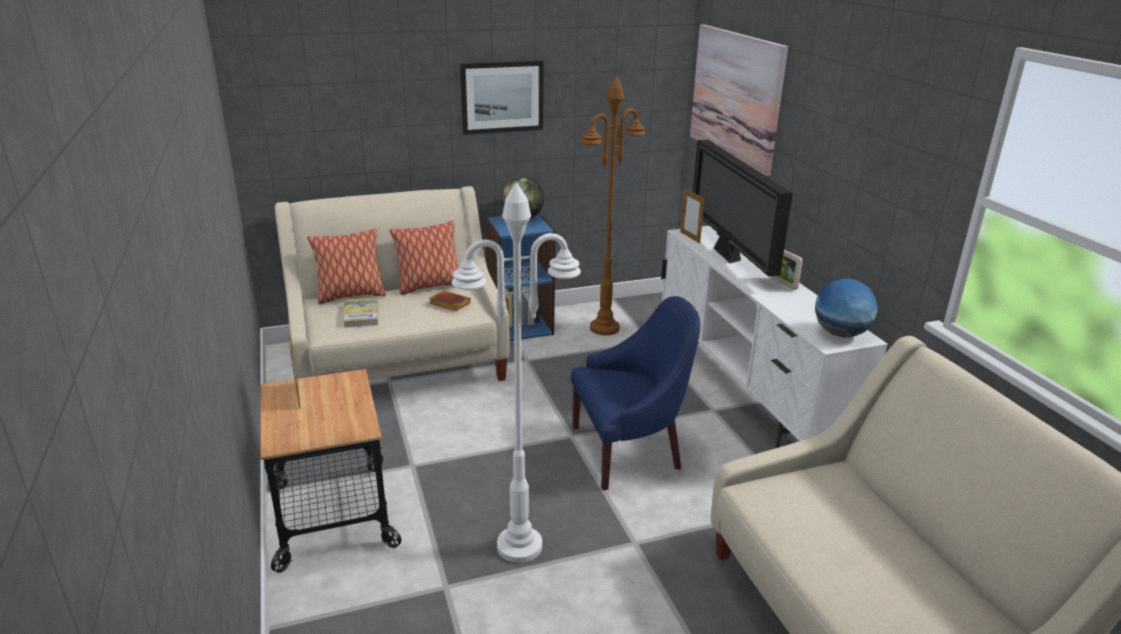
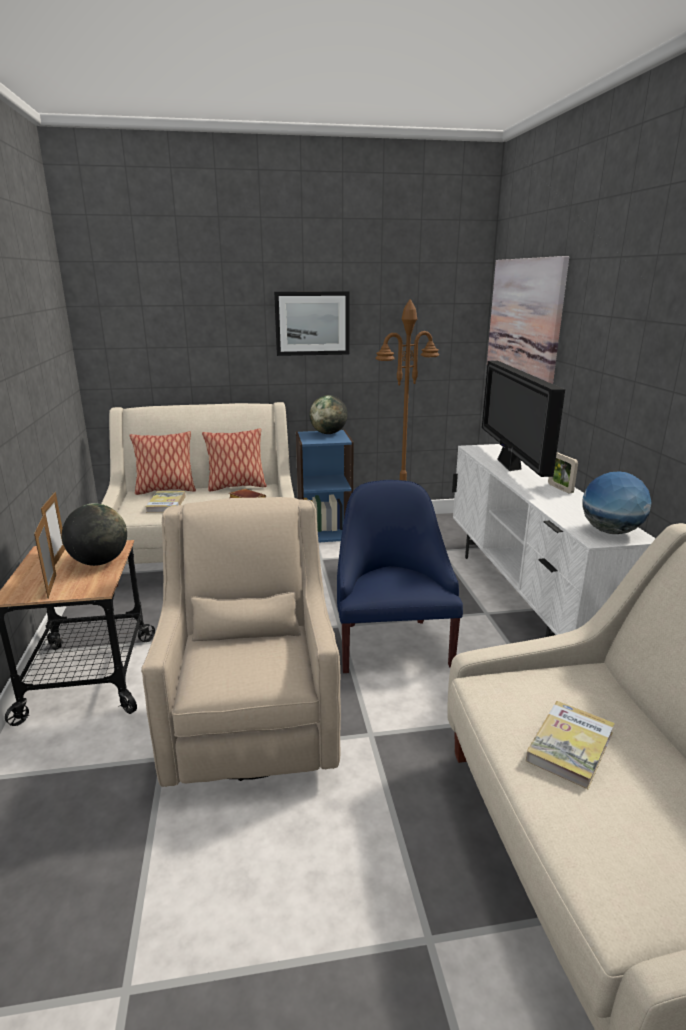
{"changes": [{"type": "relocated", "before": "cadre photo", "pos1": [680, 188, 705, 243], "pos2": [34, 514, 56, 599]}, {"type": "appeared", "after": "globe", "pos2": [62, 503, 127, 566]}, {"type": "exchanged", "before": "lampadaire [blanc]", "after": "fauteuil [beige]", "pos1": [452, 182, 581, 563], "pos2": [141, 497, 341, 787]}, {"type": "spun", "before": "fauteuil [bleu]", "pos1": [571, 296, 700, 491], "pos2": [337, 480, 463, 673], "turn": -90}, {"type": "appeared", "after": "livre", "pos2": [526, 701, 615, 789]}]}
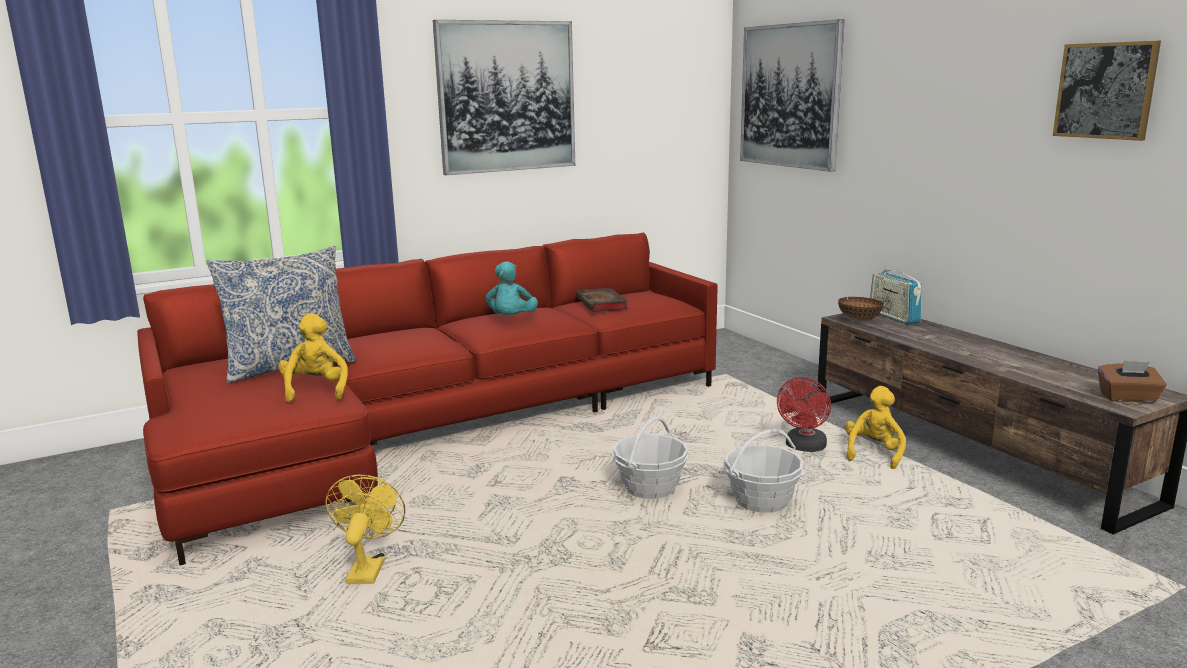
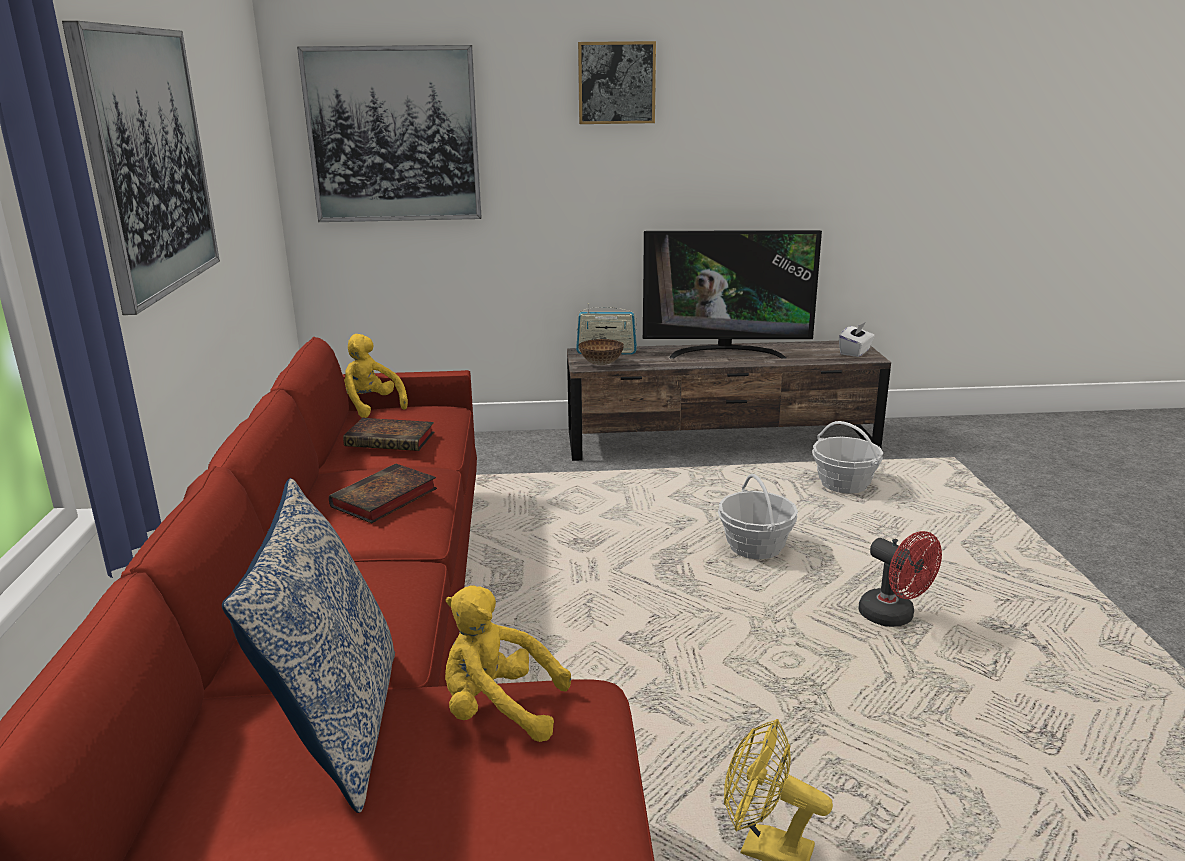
{"changes": [{"type": "exchanged", "before": "peluche [turquoise]", "after": "livre", "pos1": [486, 261, 538, 315], "pos2": [329, 464, 437, 523]}, {"type": "relocated", "before": "peluche [jaune]", "pos1": [845, 386, 906, 469], "pos2": [344, 334, 408, 418]}, {"type": "relocated", "before": "tableau", "pos1": [1053, 41, 1161, 141], "pos2": [578, 41, 656, 124]}, {"type": "appeared", "after": "téléviseur", "pos2": [643, 230, 822, 359]}, {"type": "relocated", "before": "panier", "pos1": [612, 417, 688, 499], "pos2": [812, 421, 883, 494]}, {"type": "colour", "before": "boîte à mouchoirs [marron]", "after": "boîte à mouchoirs [blanc]", "pos1": [1098, 360, 1166, 403], "pos2": [839, 322, 875, 357]}, {"type": "relocated", "before": "ventilateur [rouge]", "pos1": [777, 377, 831, 452], "pos2": [859, 531, 942, 627]}]}
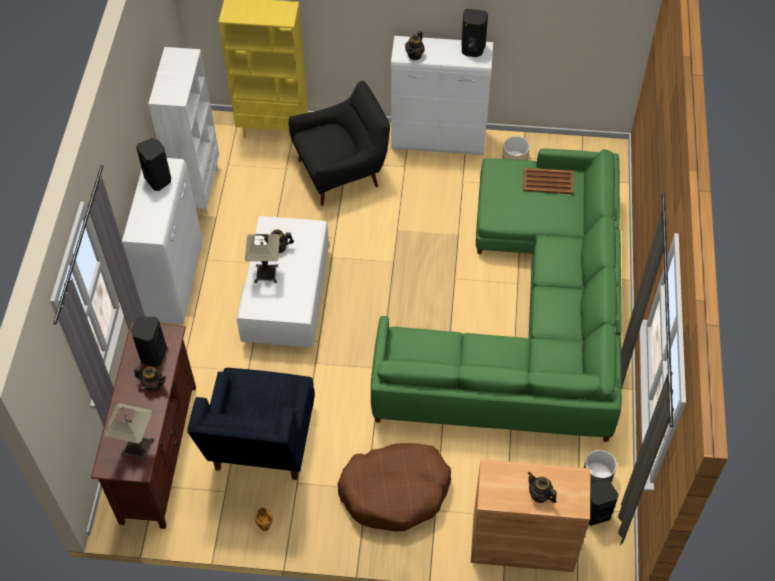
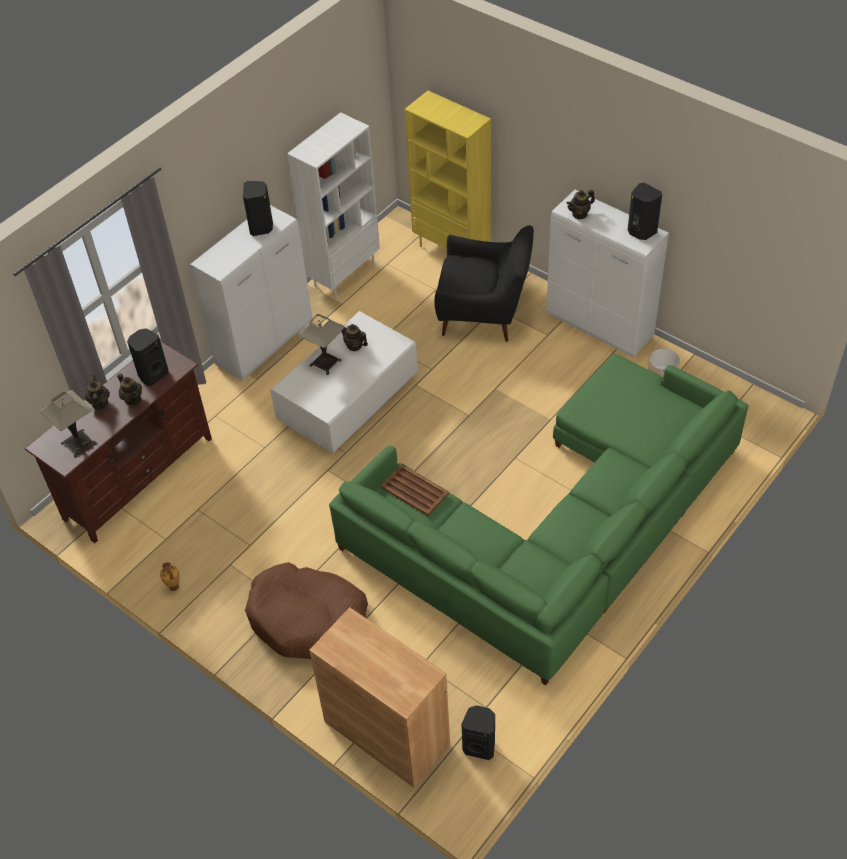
{"changes": [{"type": "relocated", "before": "théière", "pos1": [528, 472, 557, 503], "pos2": [85, 375, 110, 410]}, {"type": "relocated", "before": "plateau [marron]", "pos1": [523, 168, 574, 194], "pos2": [381, 464, 449, 516]}, {"type": "missing", "before": "fauteuil [bleu]", "pos1": [188, 368, 315, 480]}, {"type": "missing", "before": "cache-pot [gris]", "pos1": [584, 450, 617, 486]}]}
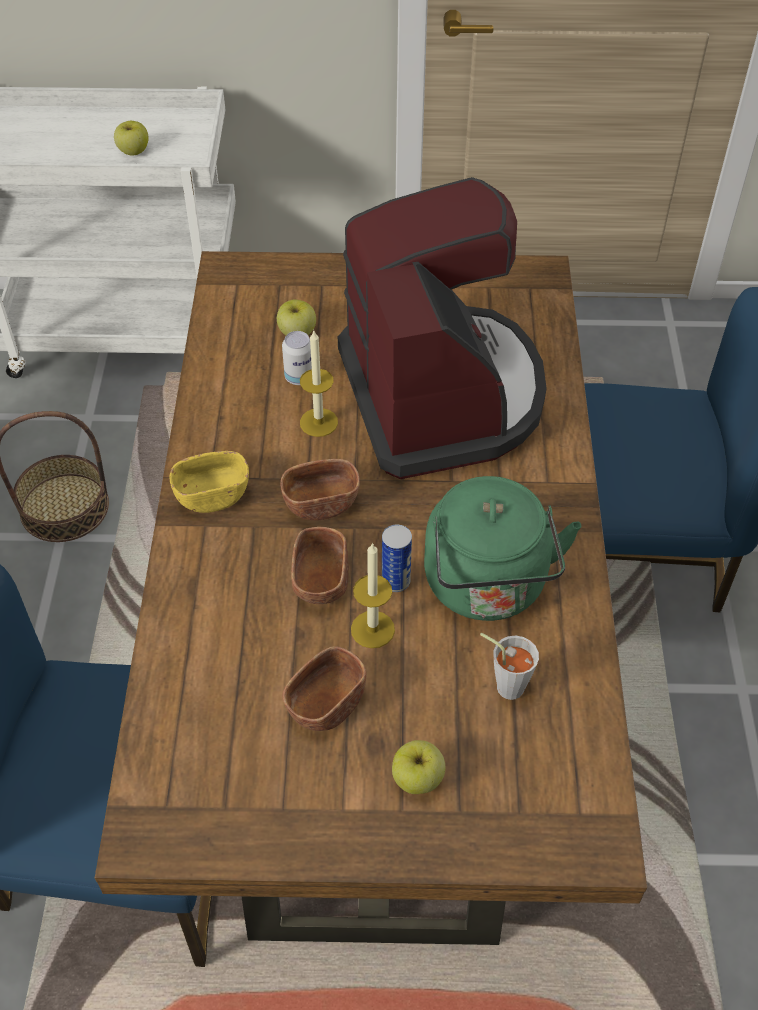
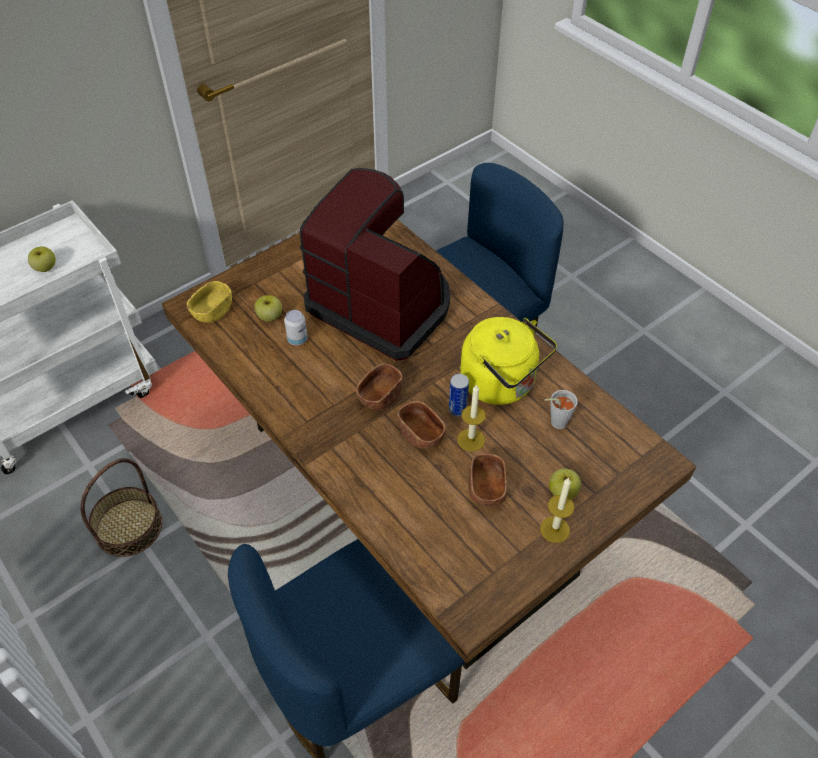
{"changes": [{"type": "relocated", "before": "bol [jaune]", "pos1": [169, 451, 249, 513], "pos2": [187, 281, 232, 323]}, {"type": "colour", "before": "bouilloire [vert]", "after": "bouilloire [jaune]", "pos1": [424, 476, 581, 621], "pos2": [460, 317, 557, 405]}, {"type": "relocated", "before": "bougie", "pos1": [300, 331, 338, 437], "pos2": [540, 477, 574, 543]}]}
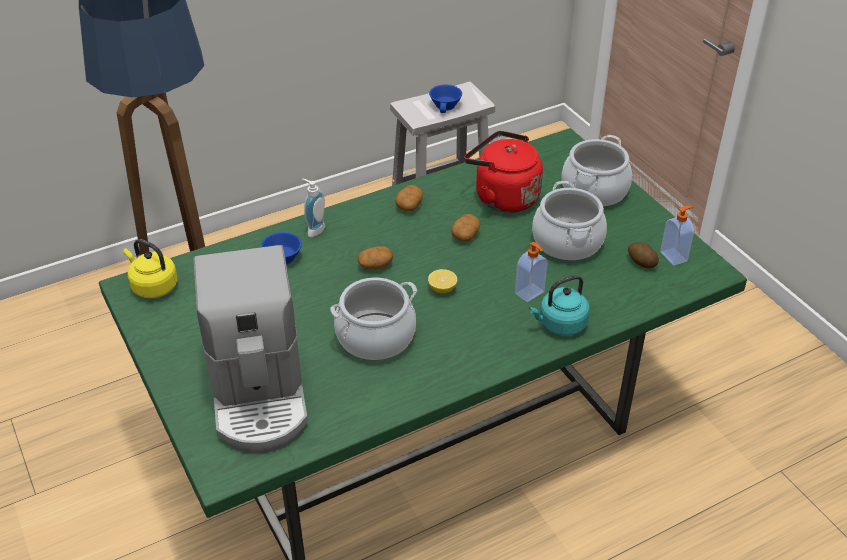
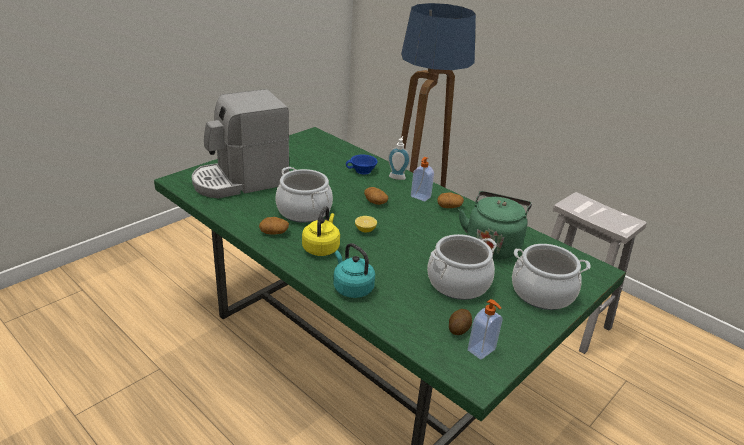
{"changes": [{"type": "relocated", "before": "pomme de terre", "pos1": [451, 214, 480, 242], "pos2": [259, 217, 289, 235]}, {"type": "relocated", "before": "bouilloire [jaune]", "pos1": [124, 239, 177, 298], "pos2": [302, 206, 340, 256]}, {"type": "relocated", "before": "distributeur de savon", "pos1": [515, 242, 548, 302], "pos2": [411, 157, 434, 202]}, {"type": "colour", "before": "bouilloire [rouge]", "after": "bouilloire [vert]", "pos1": [464, 131, 543, 213], "pos2": [458, 191, 532, 259]}, {"type": "missing", "before": "tasse [bleu]", "pos1": [429, 85, 462, 113]}]}
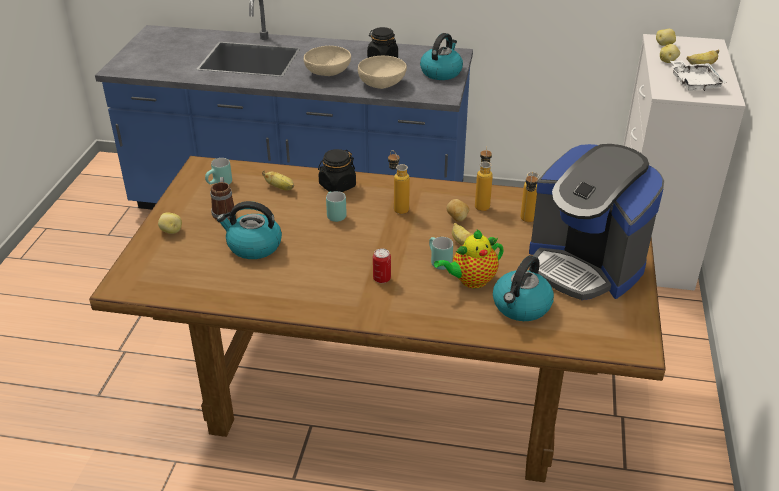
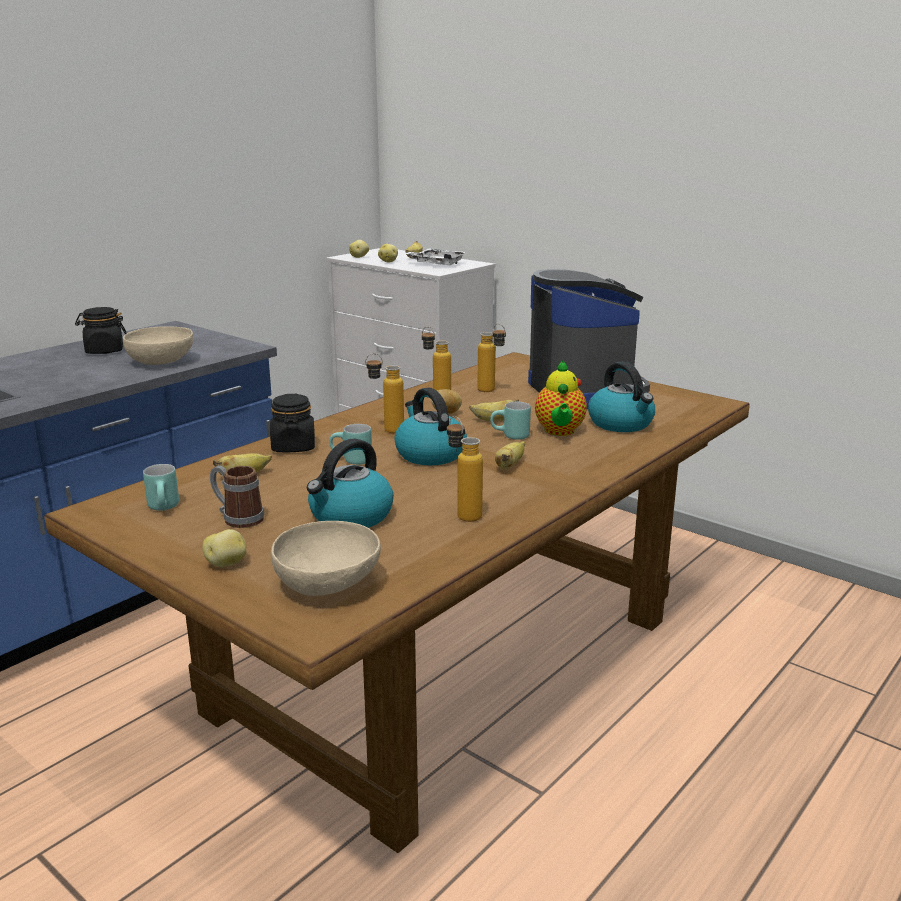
{"changes": [{"type": "relocated", "before": "bol [beige]", "pos1": [304, 46, 351, 76], "pos2": [271, 521, 381, 596]}, {"type": "relocated", "before": "bouilloire", "pos1": [420, 33, 463, 80], "pos2": [394, 388, 467, 465]}, {"type": "appeared", "after": "bouteille", "pos2": [447, 416, 483, 522]}, {"type": "exchanged", "before": "boîte métallique", "after": "banane", "pos1": [373, 248, 391, 283], "pos2": [495, 441, 525, 469]}, {"type": "spun", "before": "machine à café", "pos1": [529, 144, 664, 300], "pos2": [528, 269, 650, 409], "turn": -90}]}
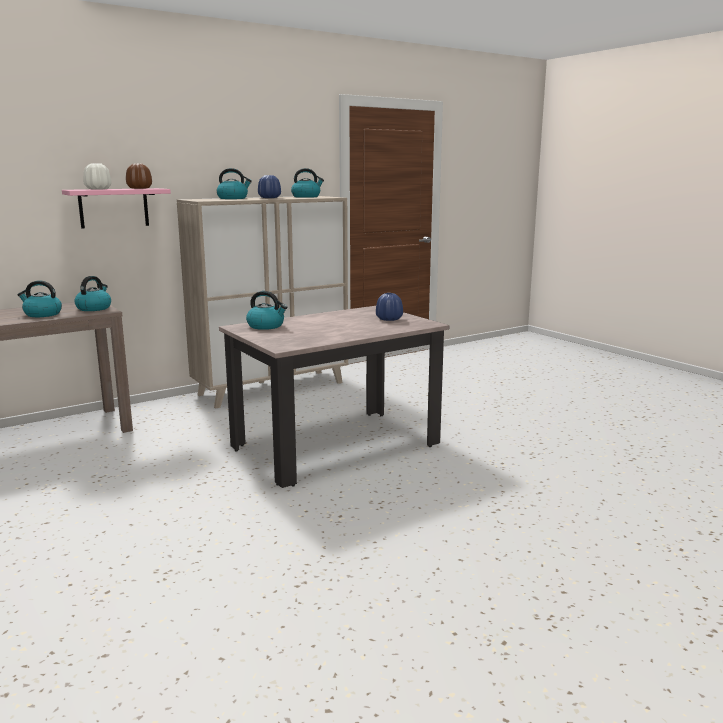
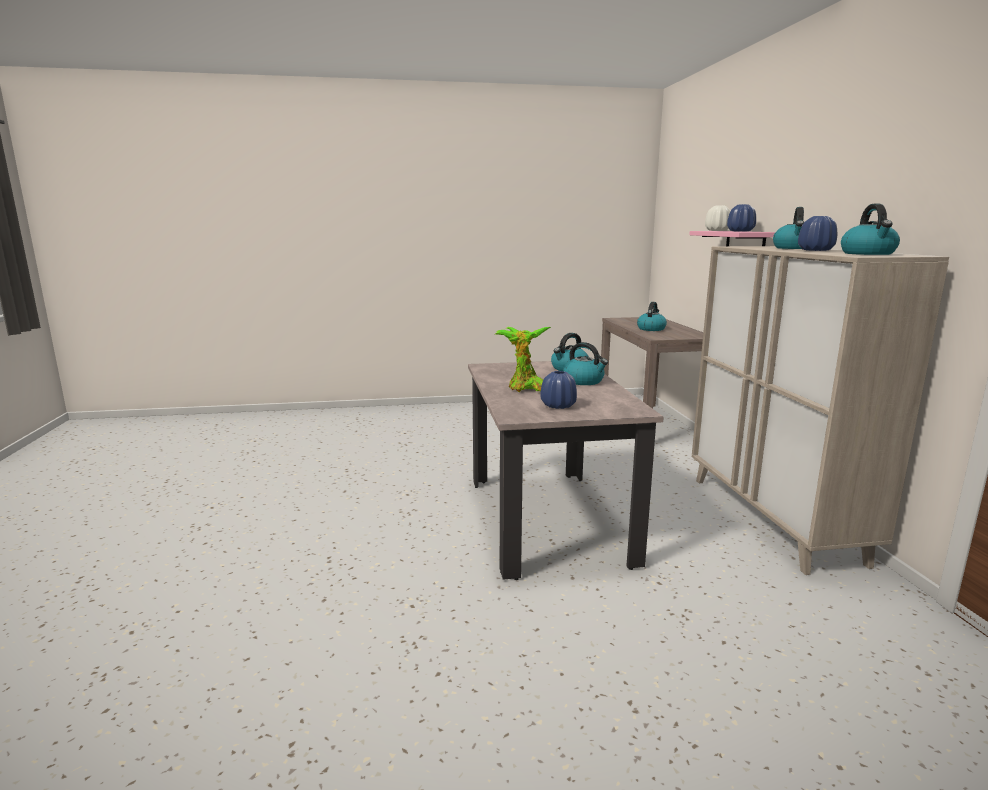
{"changes": [{"type": "appeared", "after": "plante en pot", "pos2": [495, 327, 551, 392]}, {"type": "relocated", "before": "bouilloire", "pos1": [74, 276, 111, 311], "pos2": [563, 342, 608, 385]}, {"type": "colour", "before": "vase [marron]", "after": "vase [bleu]", "pos1": [126, 164, 152, 189], "pos2": [727, 204, 756, 232]}]}
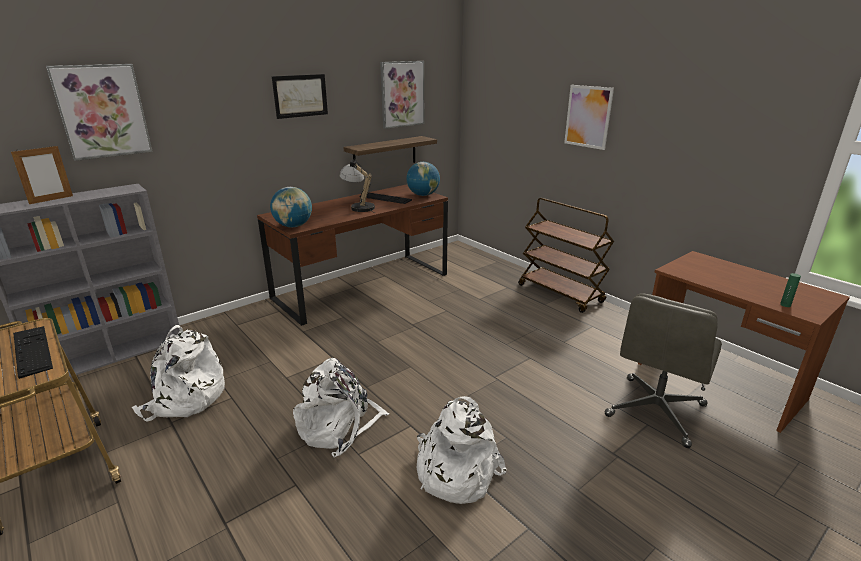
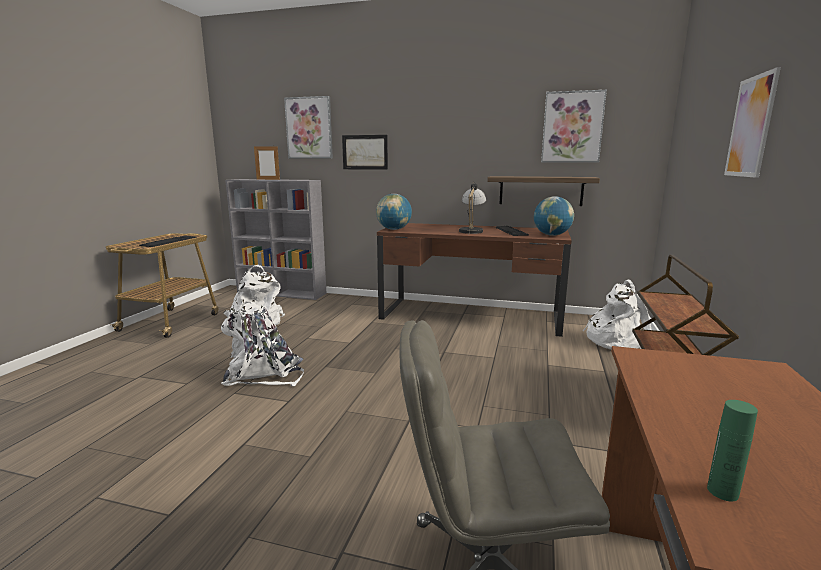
{"changes": [{"type": "relocated", "before": "tableau", "pos1": [272, 74, 328, 119], "pos2": [342, 135, 388, 170]}, {"type": "relocated", "before": "sac à dos [blanc]", "pos1": [417, 396, 507, 504], "pos2": [583, 280, 651, 349]}]}
